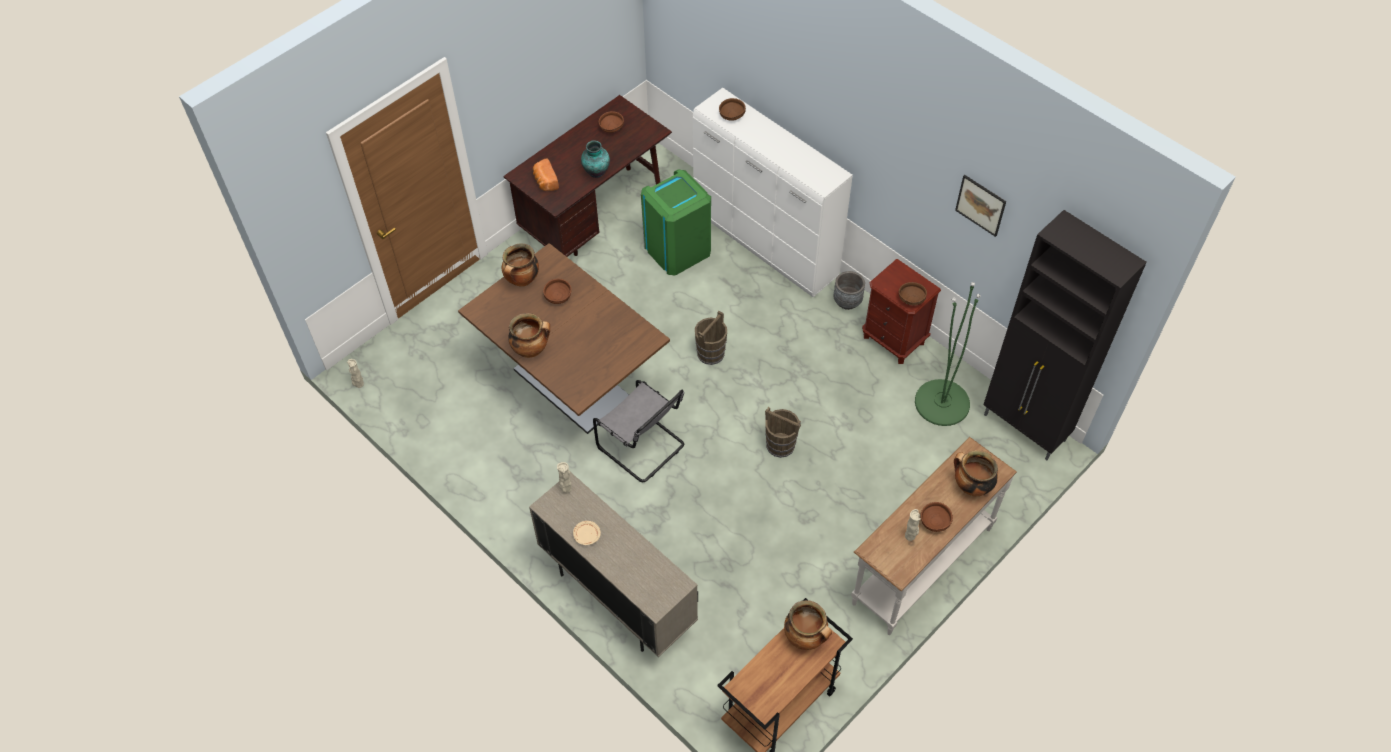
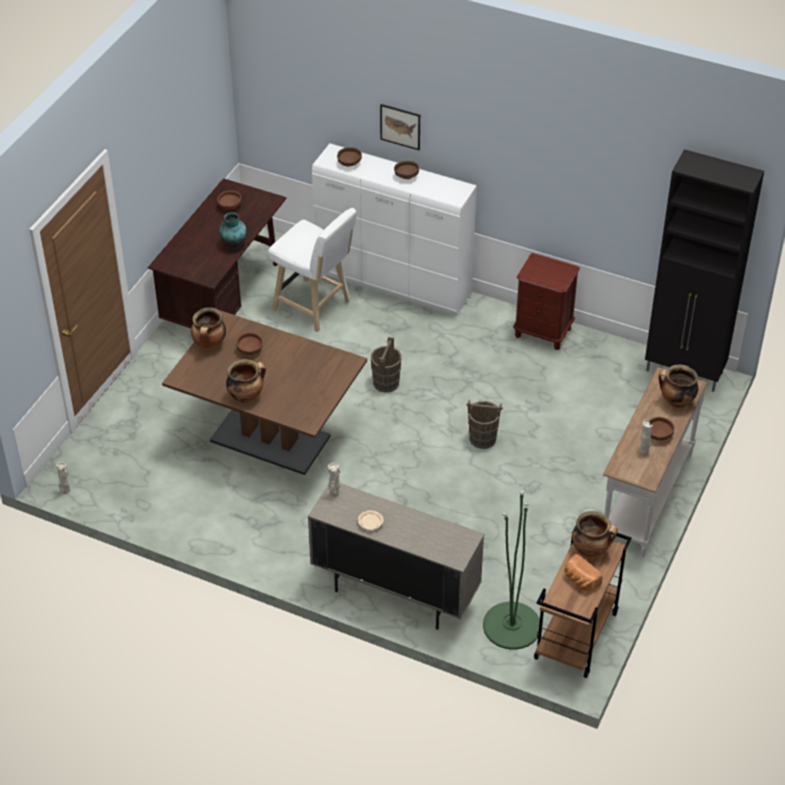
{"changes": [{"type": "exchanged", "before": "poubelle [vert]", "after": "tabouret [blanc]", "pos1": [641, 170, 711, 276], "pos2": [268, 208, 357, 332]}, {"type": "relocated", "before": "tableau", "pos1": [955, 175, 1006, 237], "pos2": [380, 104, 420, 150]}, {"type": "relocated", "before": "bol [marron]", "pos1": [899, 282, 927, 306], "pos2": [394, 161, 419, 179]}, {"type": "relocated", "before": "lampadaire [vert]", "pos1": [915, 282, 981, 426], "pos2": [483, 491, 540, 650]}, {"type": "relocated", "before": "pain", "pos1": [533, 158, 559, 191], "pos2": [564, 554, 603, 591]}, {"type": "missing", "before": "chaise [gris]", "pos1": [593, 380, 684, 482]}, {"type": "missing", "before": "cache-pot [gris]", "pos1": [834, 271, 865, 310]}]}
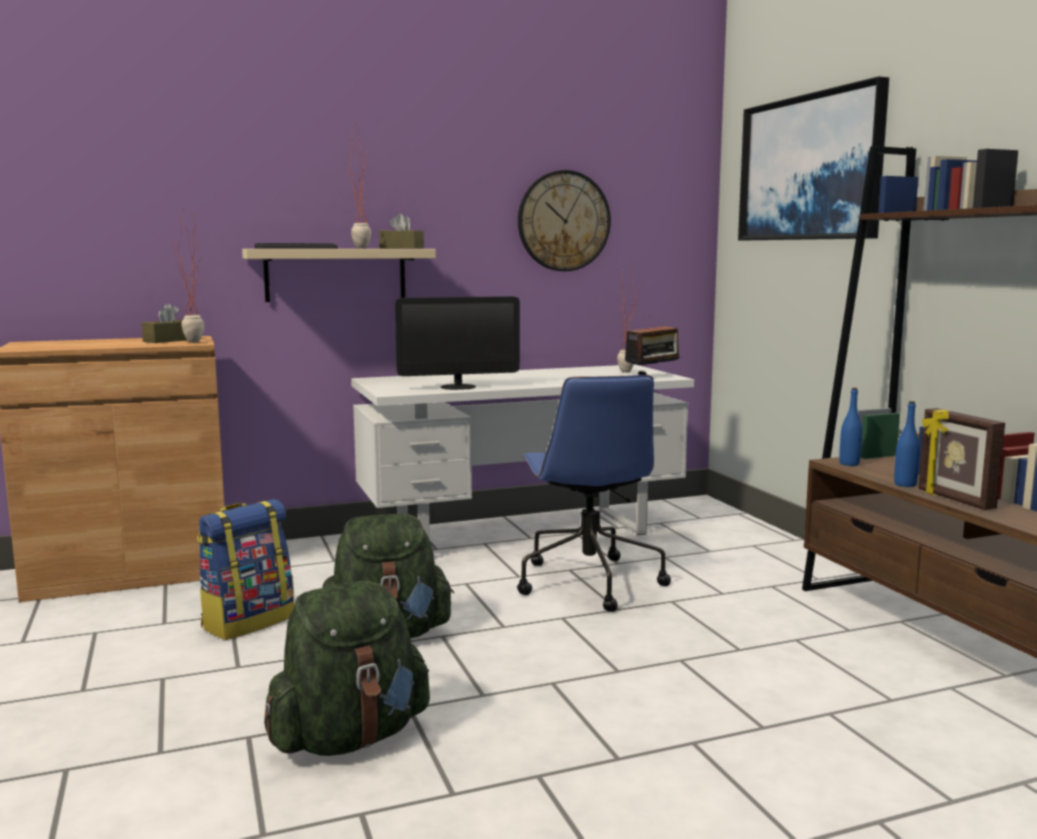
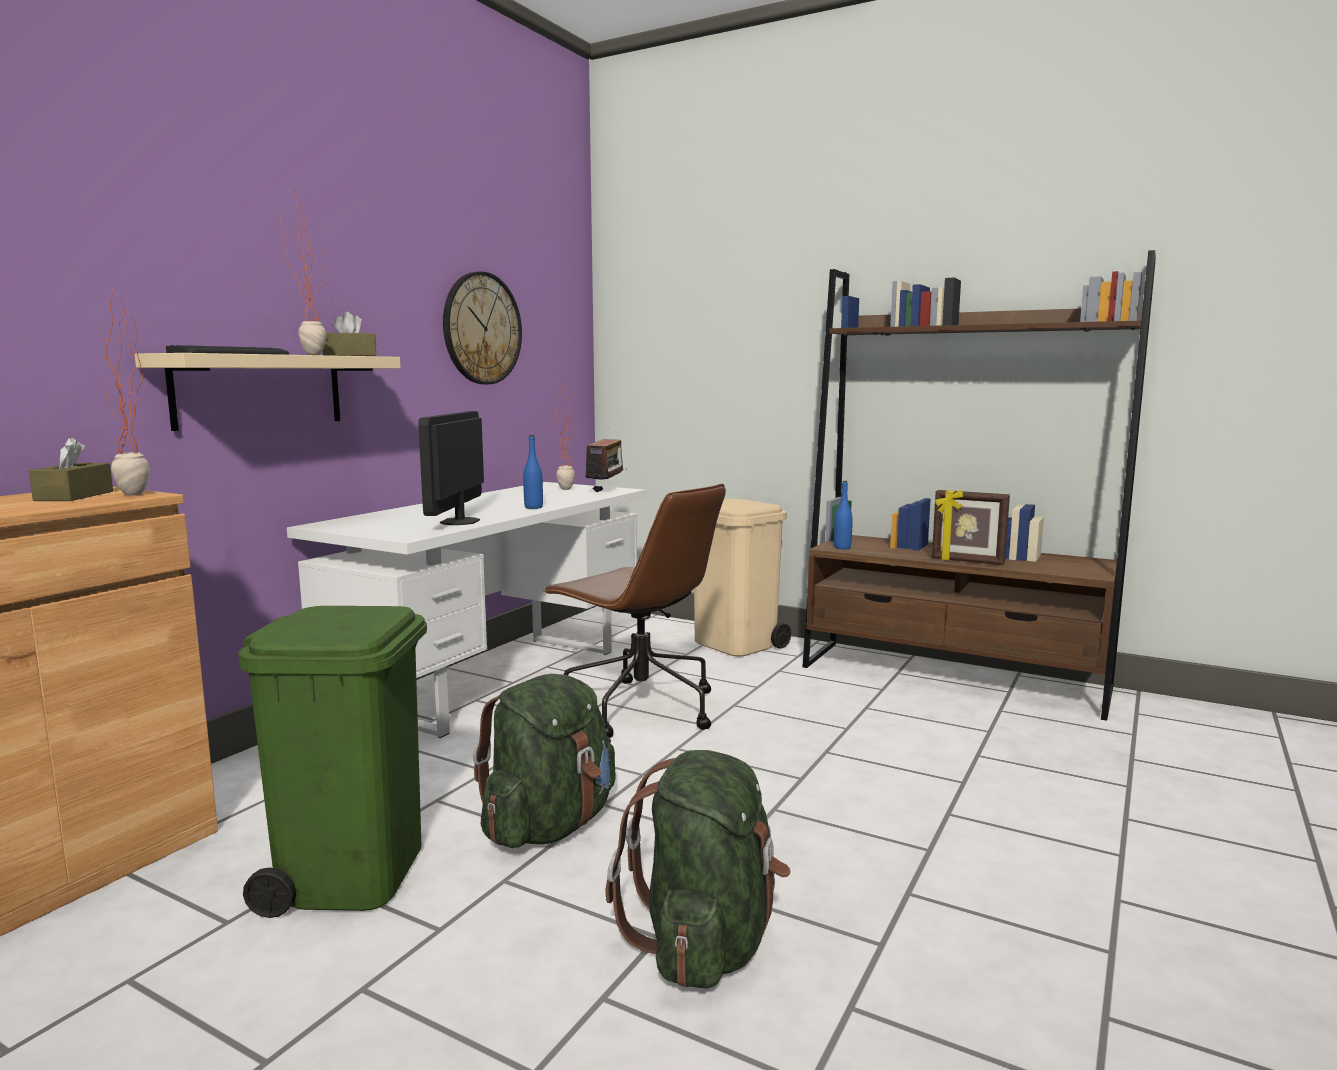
{"changes": [{"type": "exchanged", "before": "sac à dos", "after": "poubelle [vert]", "pos1": [197, 499, 294, 640], "pos2": [238, 606, 427, 918]}, {"type": "spun", "before": "écran d'ordinateur", "pos1": [395, 296, 520, 390], "pos2": [418, 411, 484, 525], "turn": 150}, {"type": "relocated", "before": "bouteille [bleu]", "pos1": [894, 401, 920, 487], "pos2": [523, 435, 543, 509]}, {"type": "colour", "before": "chaise de bureau [bleu]", "after": "chaise de bureau [marron]", "pos1": [517, 375, 671, 612], "pos2": [543, 484, 726, 738]}, {"type": "appeared", "after": "poubelle [beige]", "pos2": [694, 499, 791, 657]}, {"type": "missing", "before": "tableau", "pos1": [738, 76, 889, 240]}]}
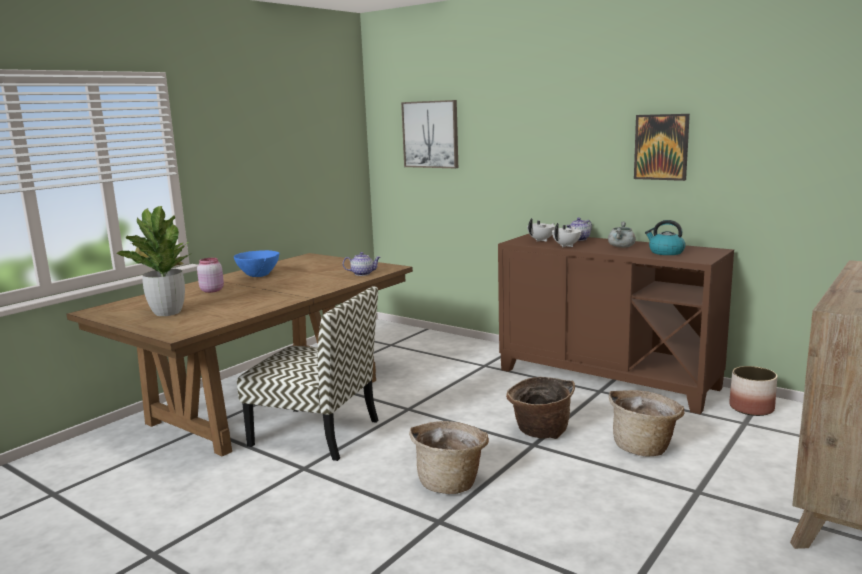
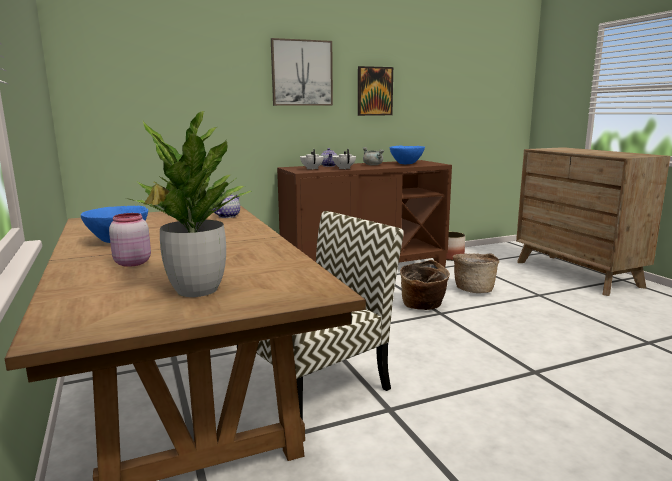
{"changes": [{"type": "relocated", "before": "tableau", "pos1": [401, 100, 458, 168], "pos2": [271, 38, 333, 106]}, {"type": "exchanged", "before": "bouilloire", "after": "bol [bleu]", "pos1": [645, 220, 686, 255], "pos2": [389, 146, 425, 164]}, {"type": "missing", "before": "panier", "pos1": [409, 421, 489, 494]}]}
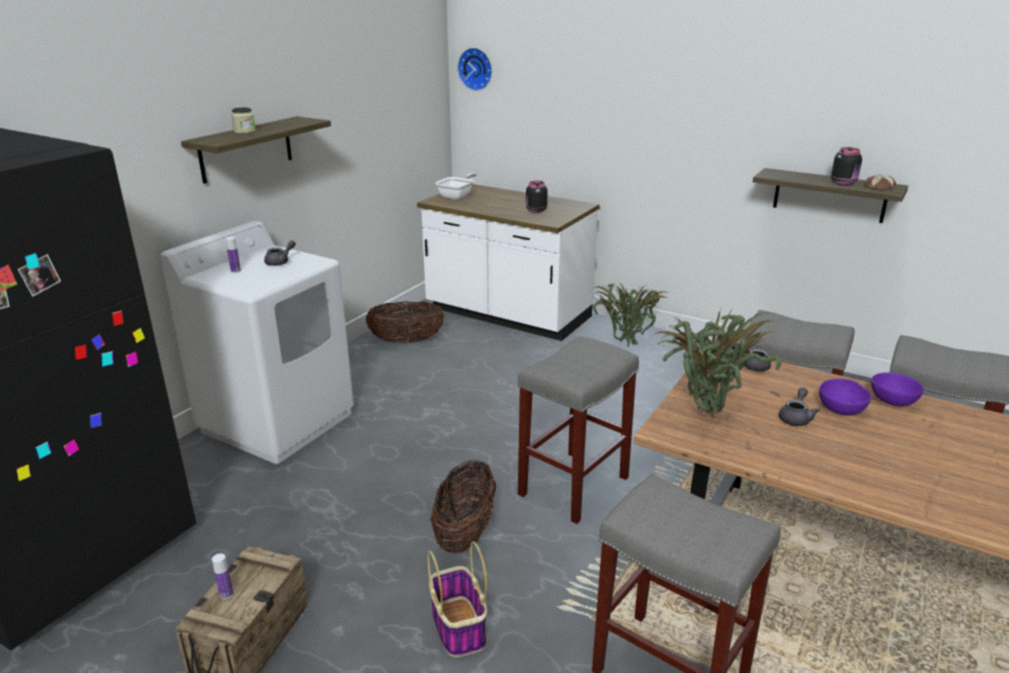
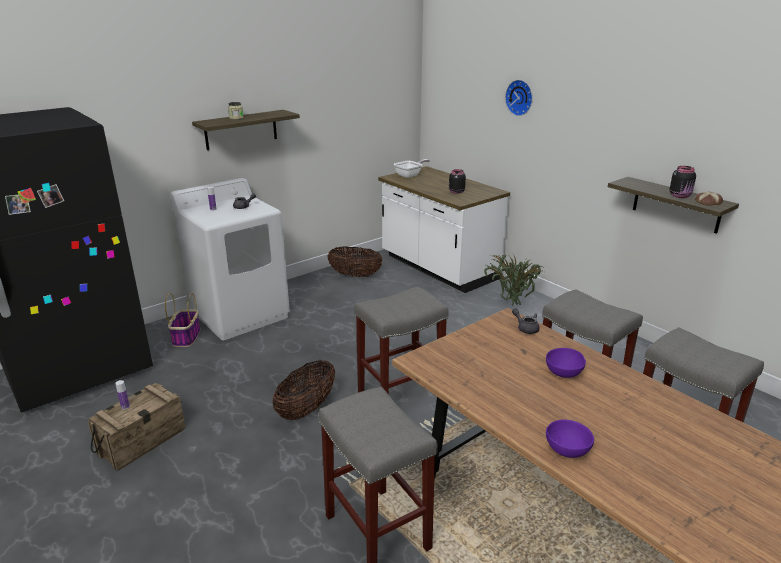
{"changes": [{"type": "relocated", "before": "panier", "pos1": [427, 541, 487, 657], "pos2": [165, 293, 200, 347]}, {"type": "relocated", "before": "horloge murale", "pos1": [458, 48, 492, 91], "pos2": [505, 80, 533, 116]}, {"type": "relocated", "before": "bol [violet]", "pos1": [871, 372, 924, 406], "pos2": [546, 419, 594, 458]}, {"type": "missing", "before": "plante en pot", "pos1": [653, 307, 781, 418]}, {"type": "missing", "before": "théière [gris]", "pos1": [779, 387, 821, 426]}]}
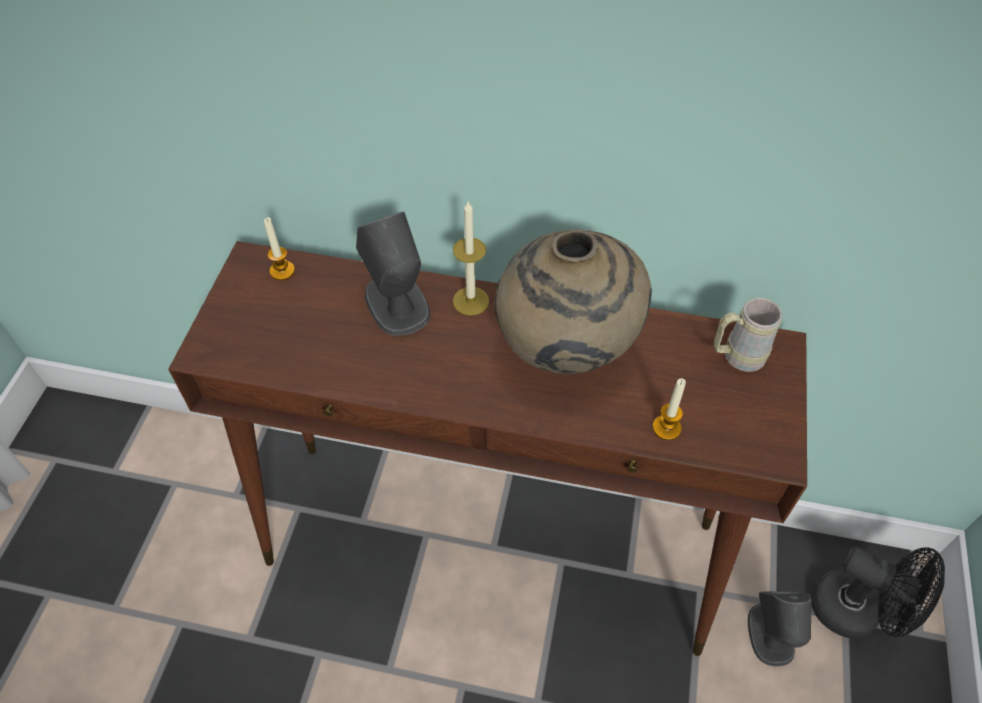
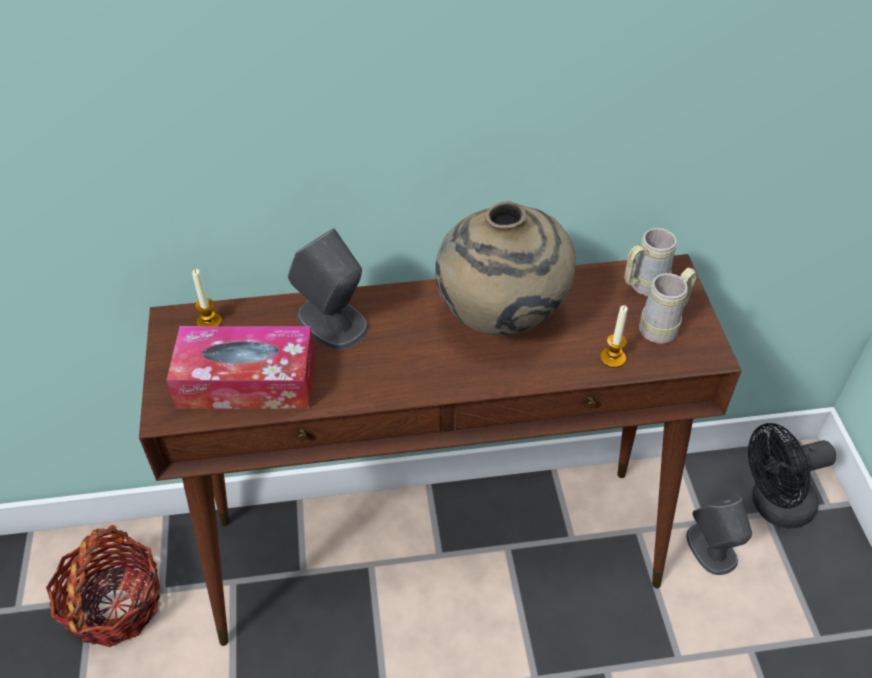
{"changes": [{"type": "appeared", "after": "panier", "pos2": [46, 525, 160, 647]}, {"type": "appeared", "after": "boîte à mouchoirs", "pos2": [167, 326, 315, 409]}, {"type": "appeared", "after": "mug [beige]", "pos2": [639, 268, 696, 344]}, {"type": "spun", "before": "ventilateur [noir]", "pos1": [811, 546, 945, 639], "pos2": [748, 423, 836, 529], "turn": 150}, {"type": "missing", "before": "bougie", "pos1": [453, 201, 489, 315]}]}
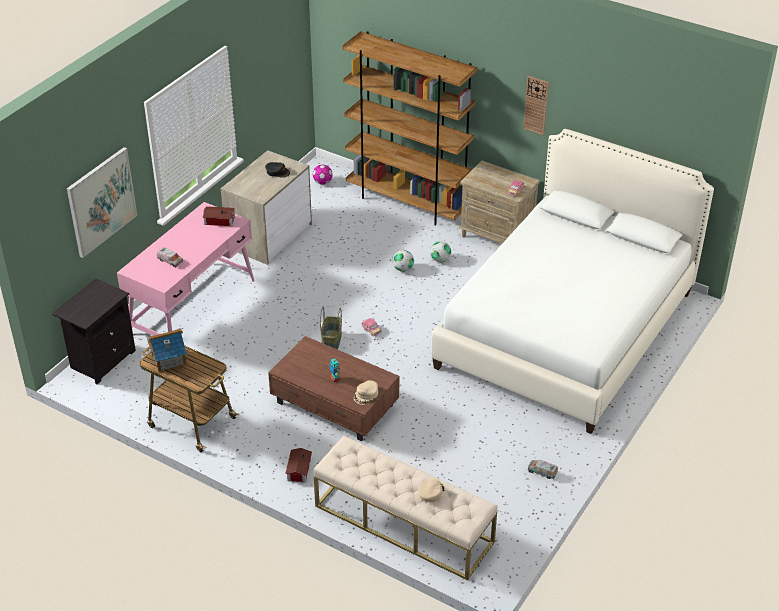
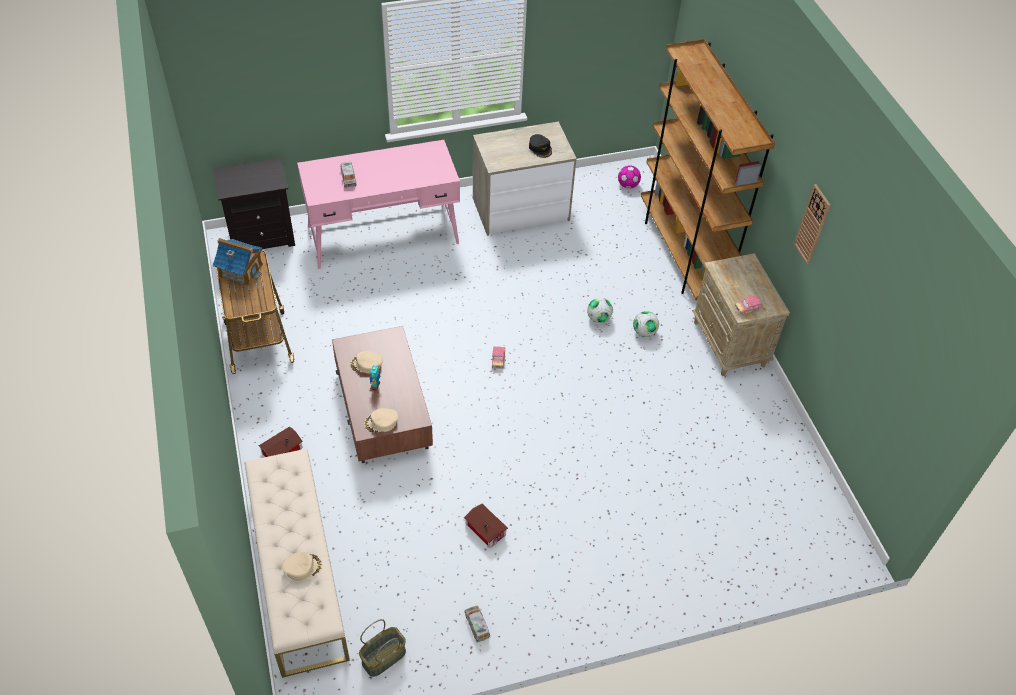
{"changes": [{"type": "appeared", "after": "casquette [beige]", "pos2": [350, 351, 383, 374]}, {"type": "relocated", "before": "panier", "pos1": [320, 307, 342, 349], "pos2": [359, 619, 406, 677]}, {"type": "relocated", "before": "maison miniature", "pos1": [203, 206, 235, 226], "pos2": [464, 504, 508, 548]}, {"type": "missing", "before": "tableau", "pos1": [67, 147, 137, 258]}, {"type": "missing", "before": "lit [blanc]", "pos1": [431, 129, 714, 434]}]}
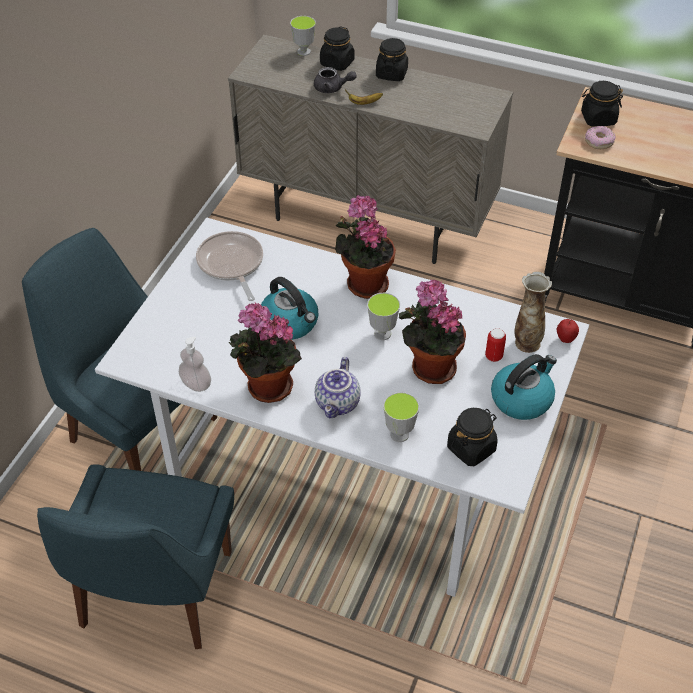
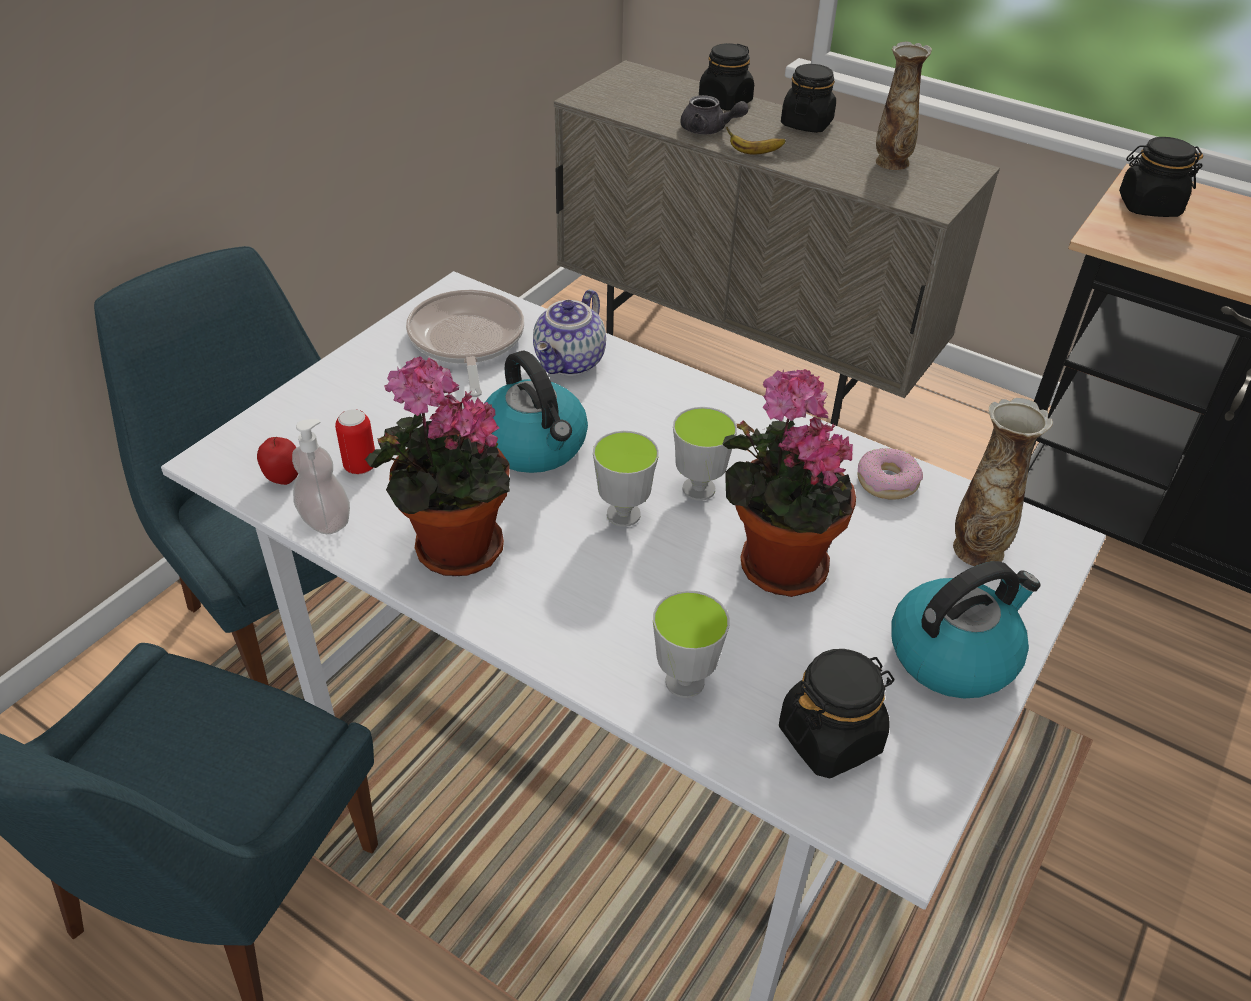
{"changes": [{"type": "relocated", "before": "pomme", "pos1": [557, 319, 579, 343], "pos2": [257, 437, 298, 485]}, {"type": "relocated", "before": "boîte métallique", "pos1": [485, 328, 506, 362], "pos2": [335, 409, 375, 475]}, {"type": "relocated", "before": "théière", "pos1": [315, 357, 361, 418], "pos2": [533, 289, 606, 376]}, {"type": "relocated", "before": "tasse", "pos1": [290, 16, 316, 56], "pos2": [593, 431, 659, 527]}, {"type": "relocated", "before": "beignet", "pos1": [585, 126, 616, 149], "pos2": [857, 448, 923, 500]}, {"type": "appeared", "after": "vase", "pos2": [876, 41, 932, 170]}, {"type": "missing", "before": "plante en pot", "pos1": [335, 195, 396, 299]}]}
